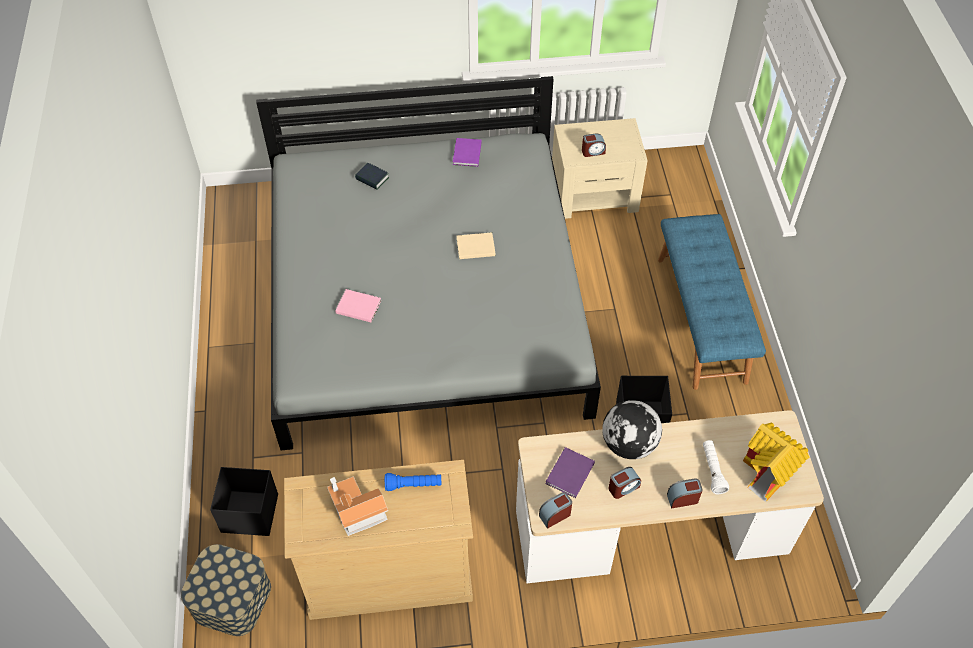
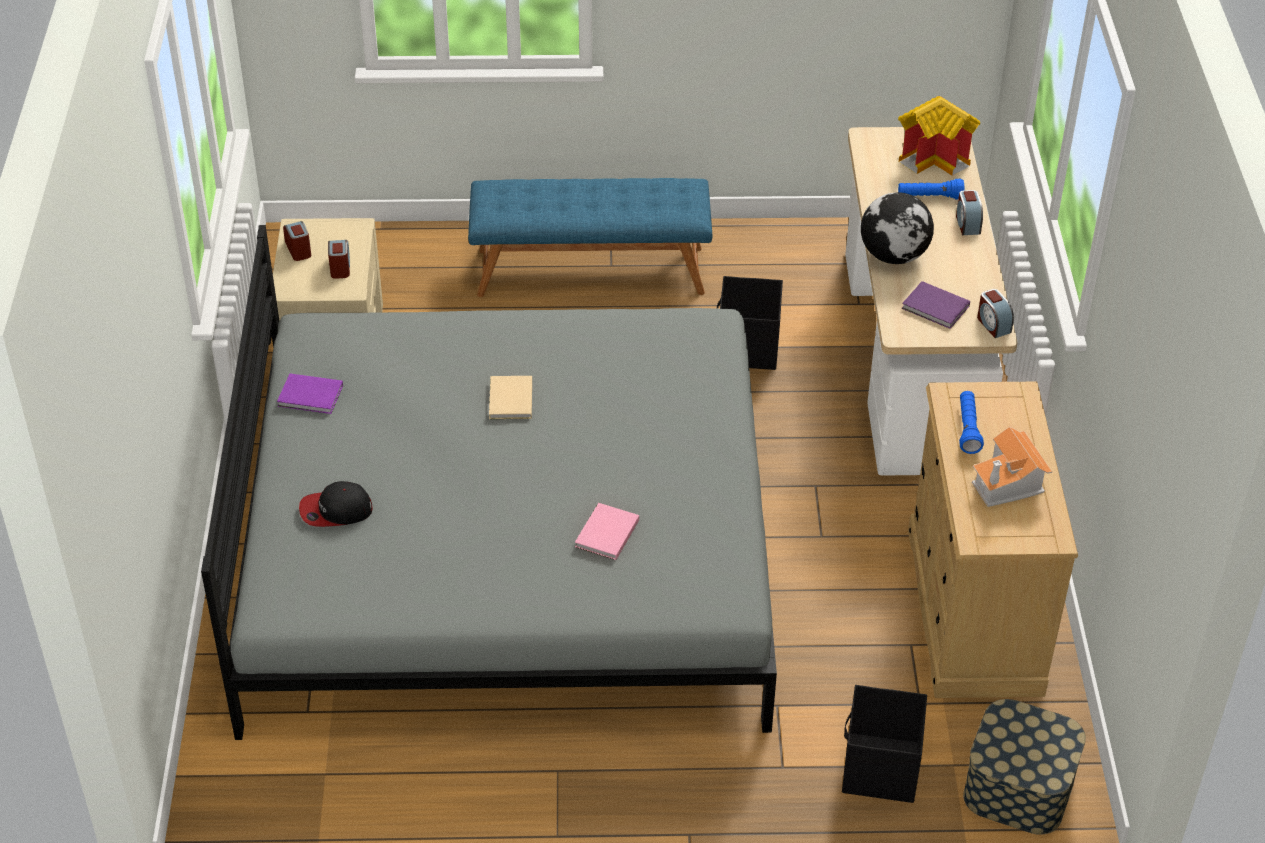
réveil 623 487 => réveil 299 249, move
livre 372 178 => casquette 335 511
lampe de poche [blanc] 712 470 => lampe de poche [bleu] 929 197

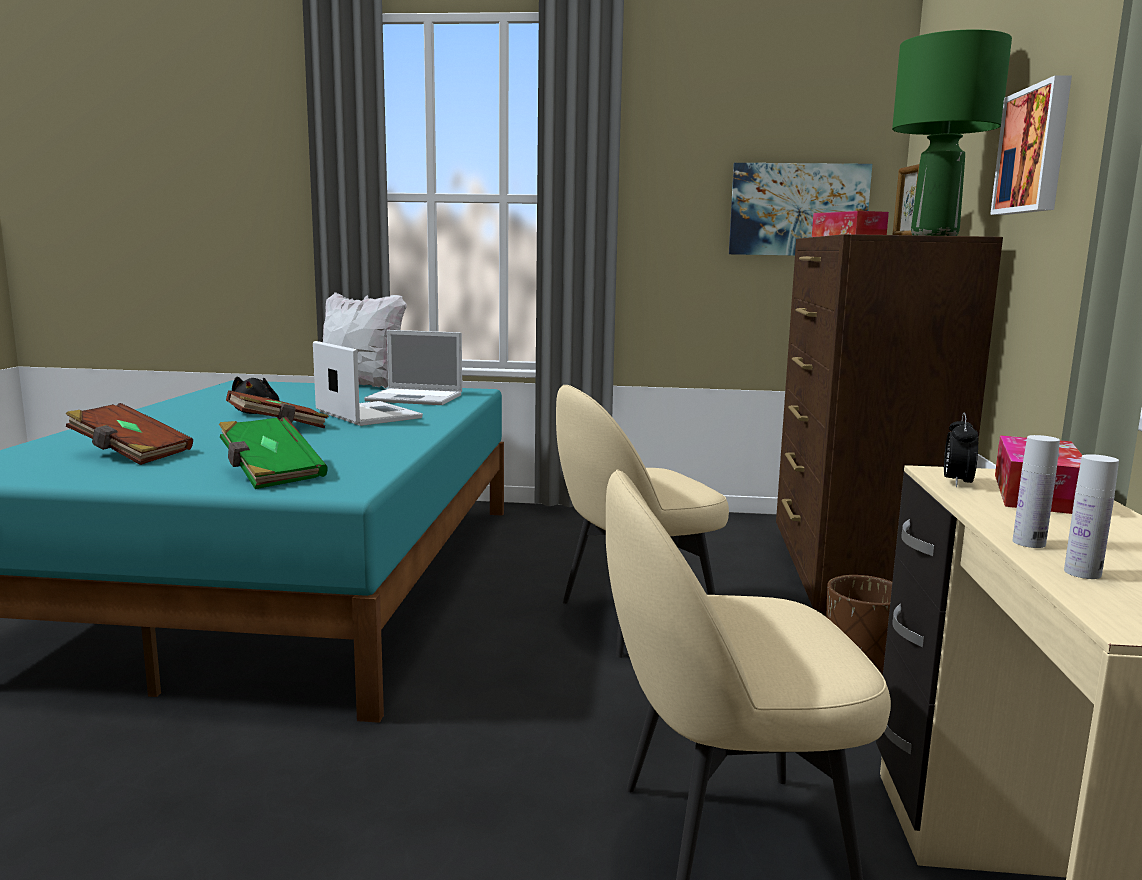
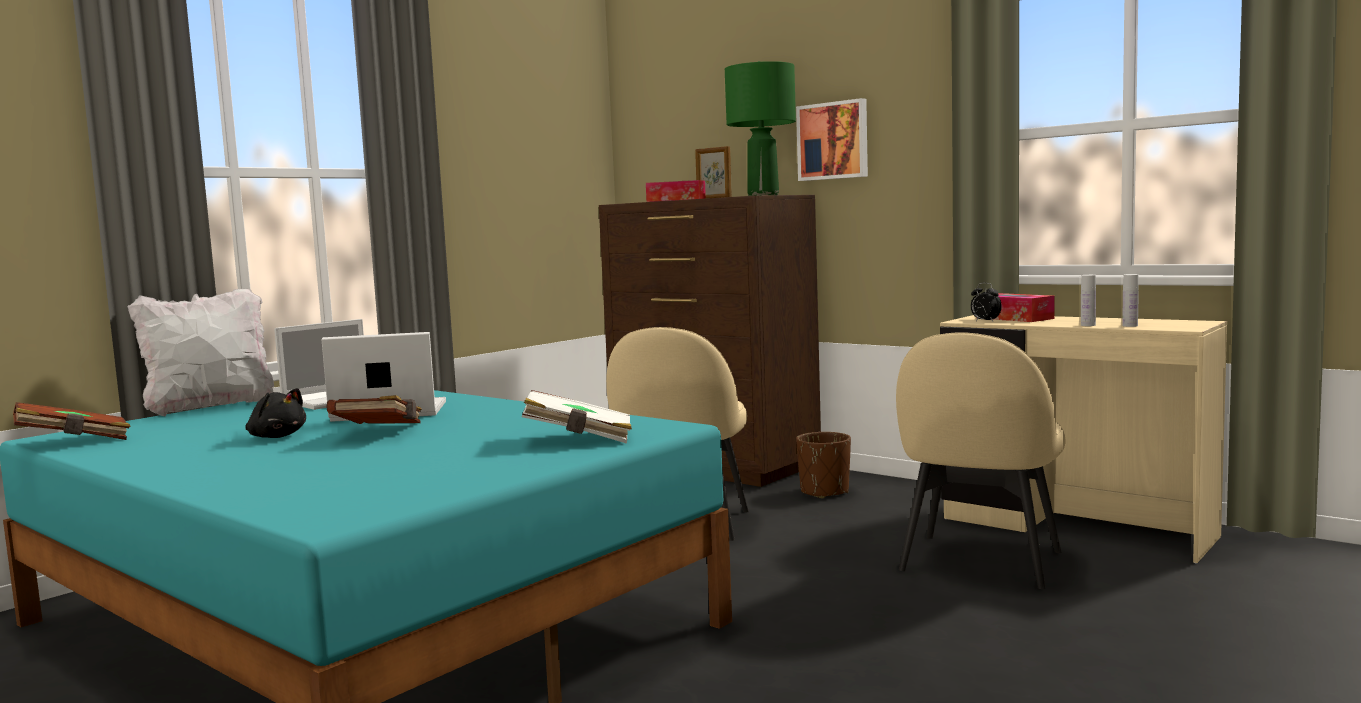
tableau 798 210 => nothing
livre [marron] 130 454 => livre [marron] 74 442, move
livre [vert] 270 473 => livre [blanc] 579 439

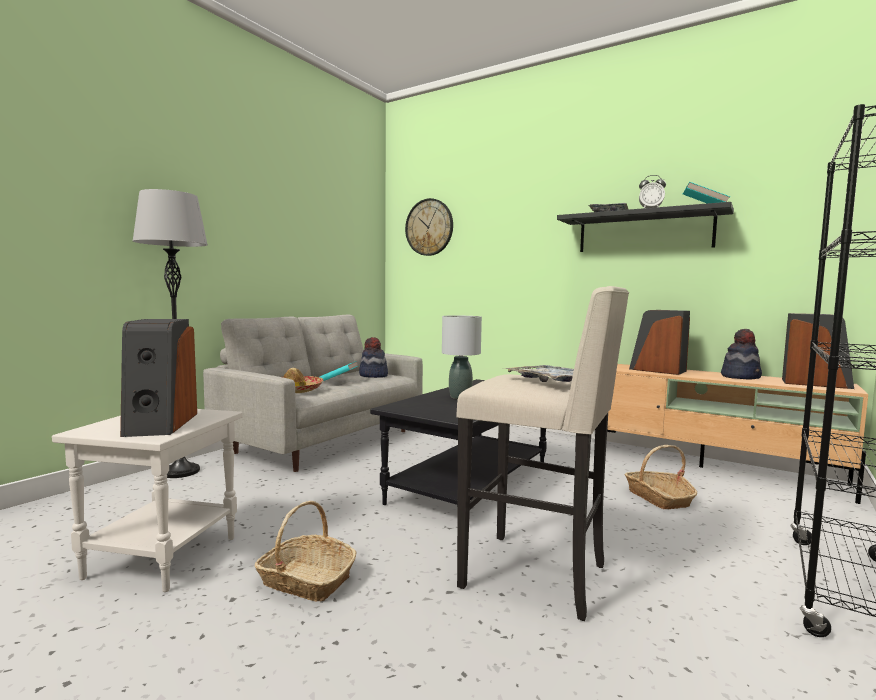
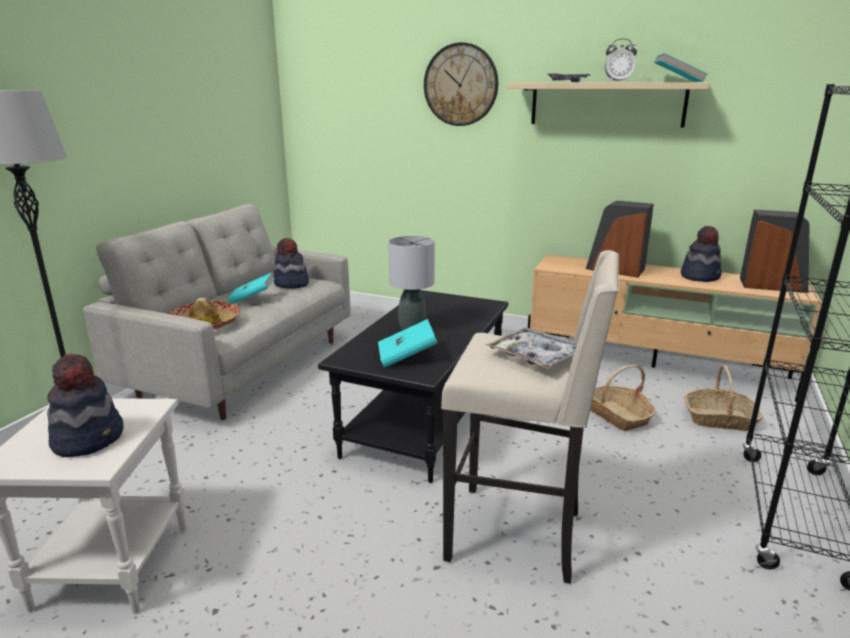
nothing => livre [turquoise] 407 357
panier 306 580 => panier 719 419, move
horloge murale 429 227 => horloge murale 461 85, move
enceinte 160 424 => chapeau 89 438
étagère [noir] 644 232 => étagère [beige] 606 104

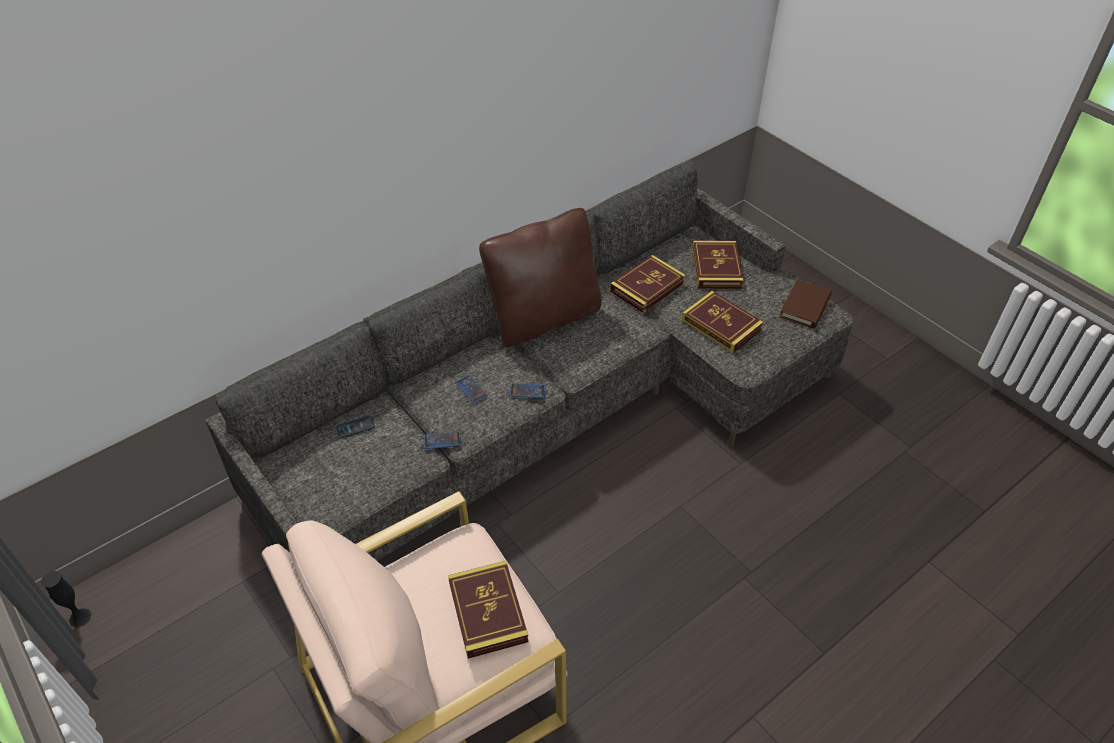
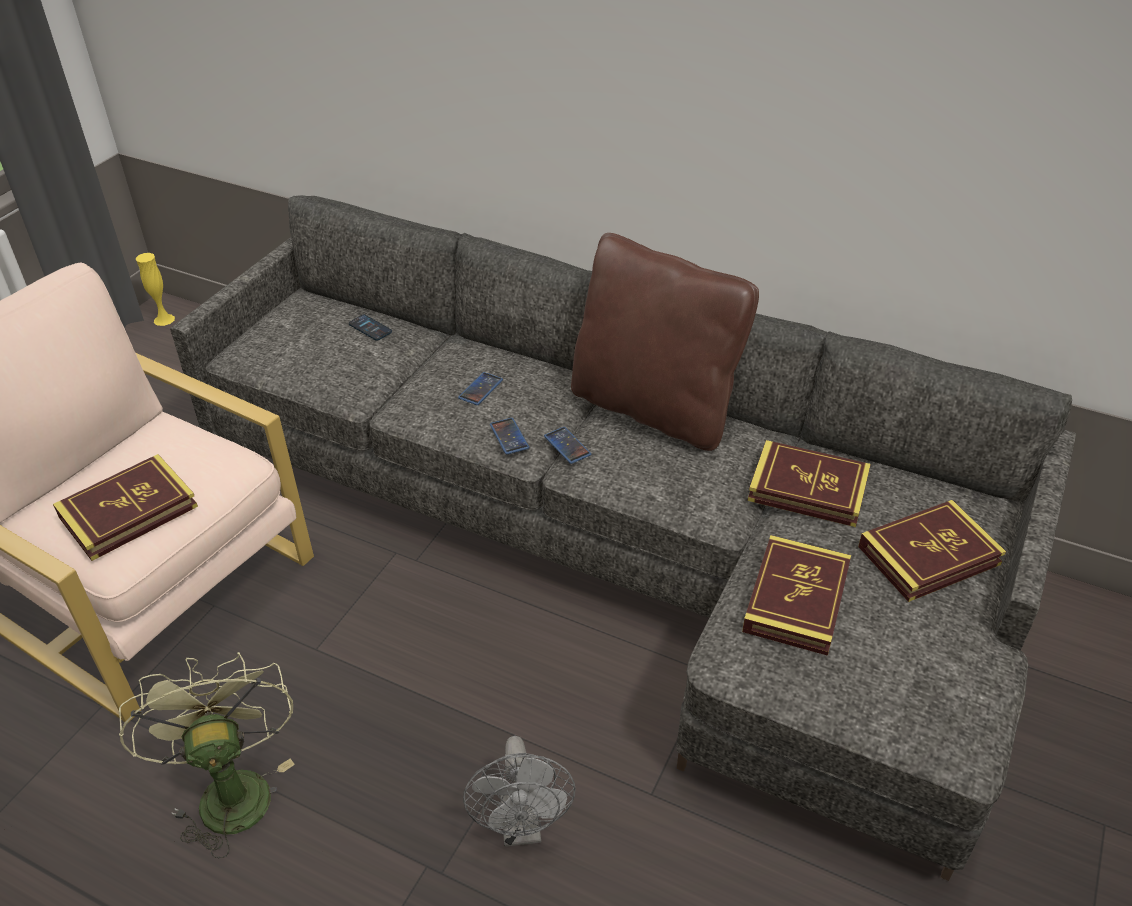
livre [marron] 805 307 => nothing
nothing => ventilateur [vert] 230 789
nothing => ventilateur [gris] 522 827
téléphone 442 440 => téléphone 567 446, move
vase [noir] 80 617 => vase [jaune] 164 319

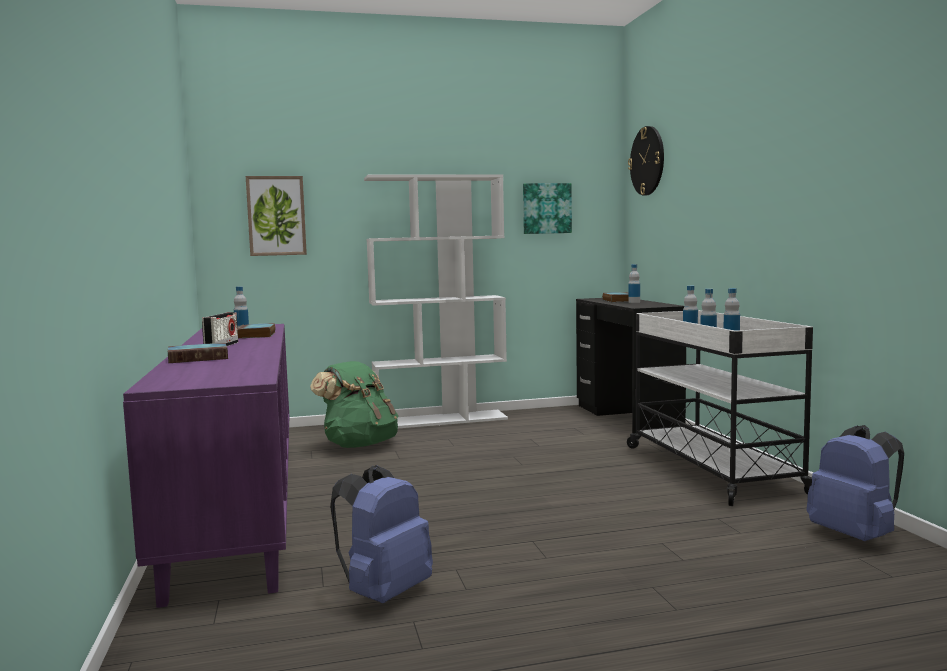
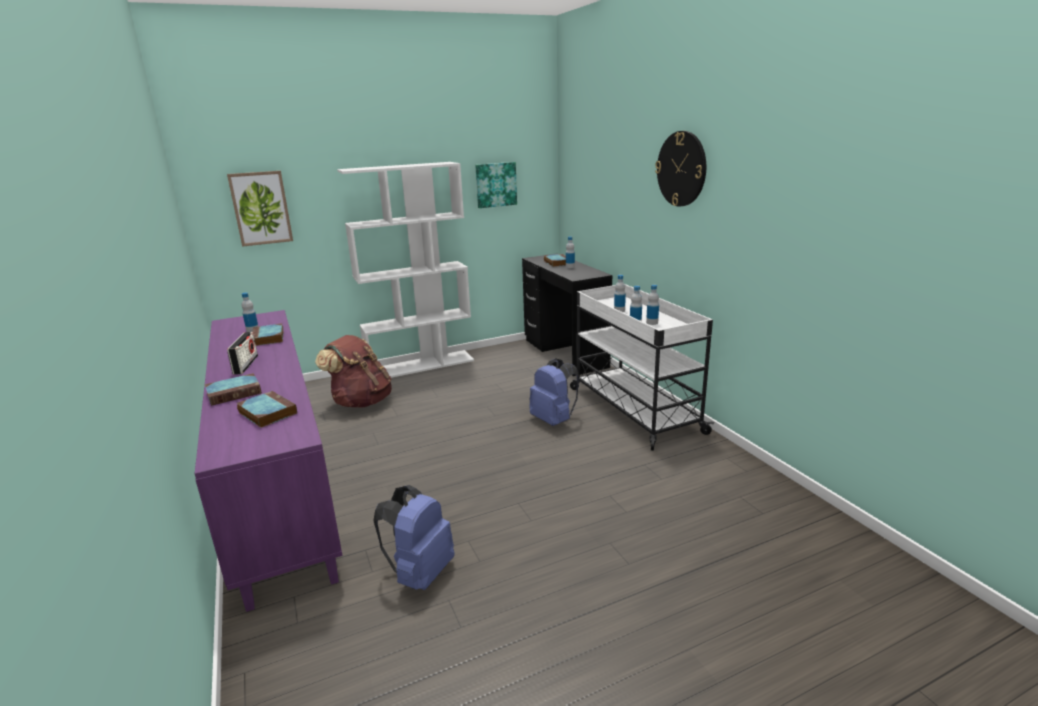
nothing => livre 266 413
horloge murale 647 161 => horloge murale 681 169, move
sac à dos [bleu] 855 536 => sac à dos [bleu] 554 420, move
sac à dos [vert] 359 445 => sac à dos [marron] 361 402

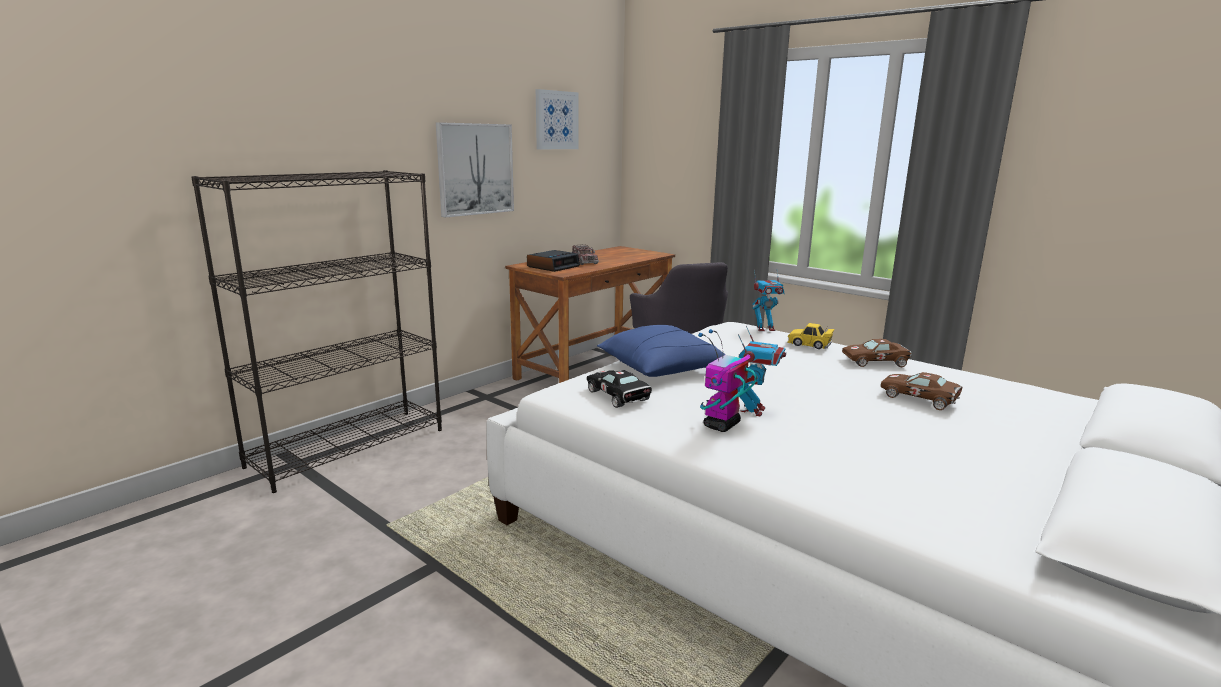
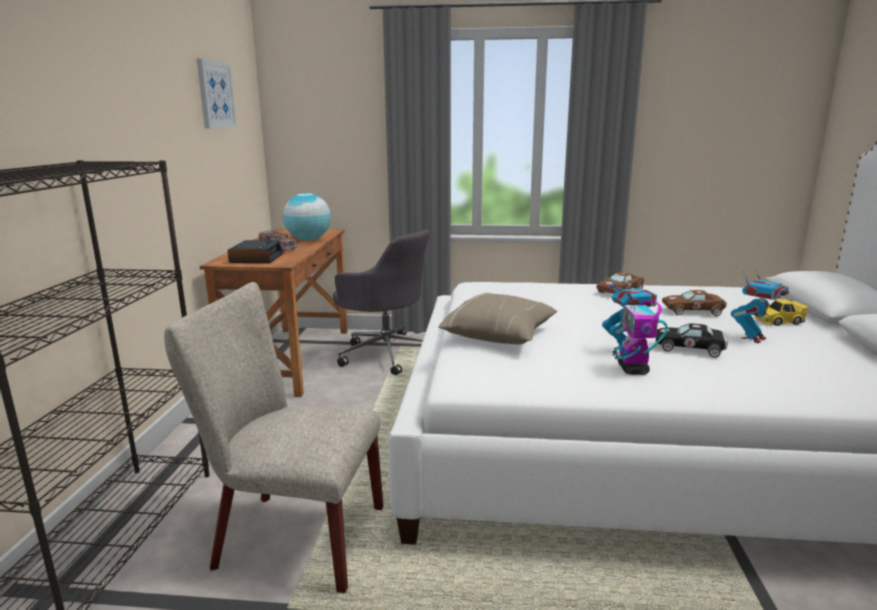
tableau 475 169 => nothing
nothing => chaise [beige] 289 537
nothing => globe 308 240
petite voiture [noir] 619 397 => petite voiture [noir] 692 348, move
robot jouet 765 329 => robot jouet 753 338, move
petite voiture [jaune] 809 344 => petite voiture [jaune] 779 321, move
coussin [bleu] 661 368 => coussin [beige] 499 335

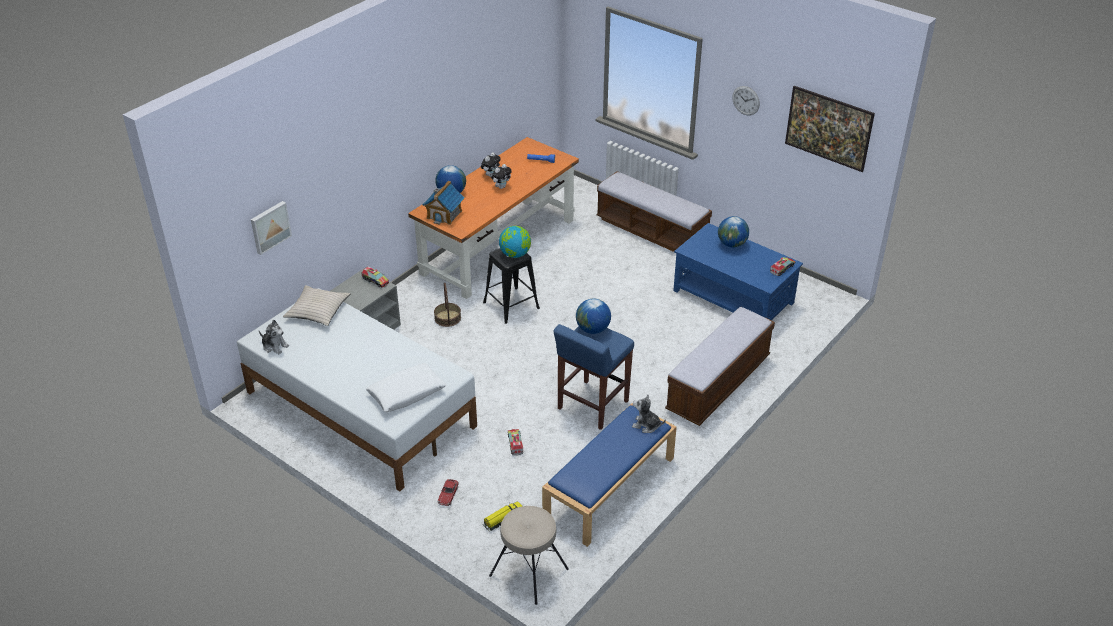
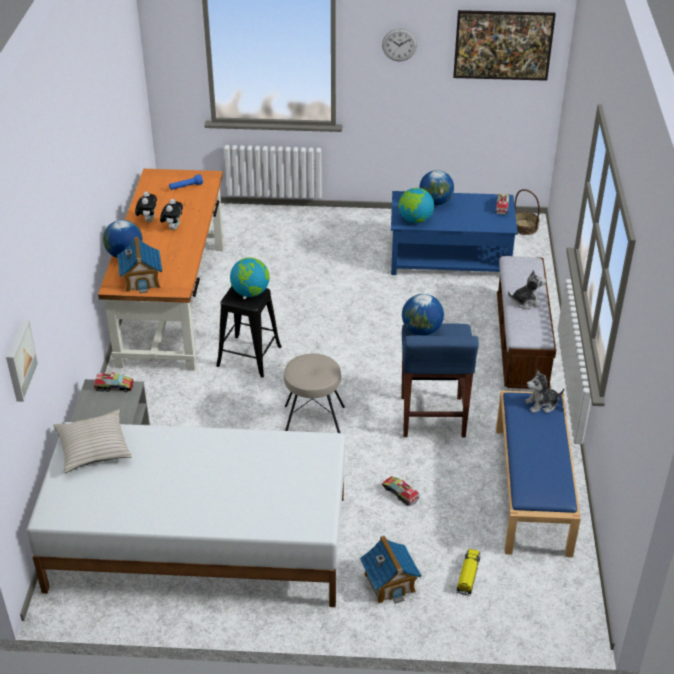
coussin [blanc] 406 393 => nothing
banc 651 232 => nothing
nothing => globe 415 220
peluche 275 346 => peluche 526 302, move
panier 447 318 => panier 524 227, move
tabouret [beige] 529 571 => tabouret [beige] 313 424, move
petite voiture 448 495 => maison miniature 389 582

